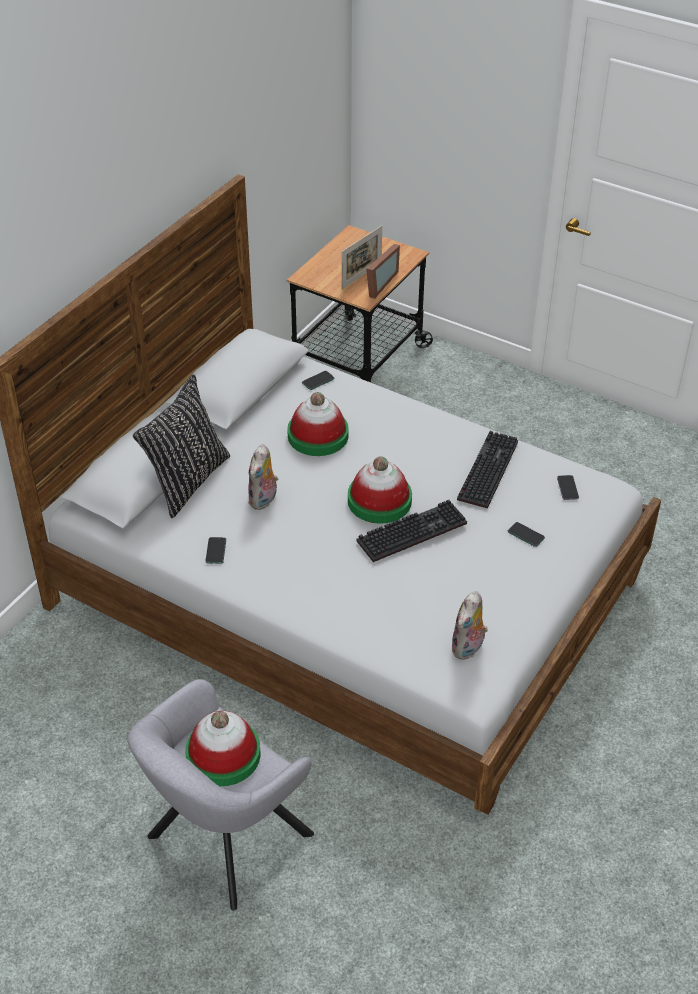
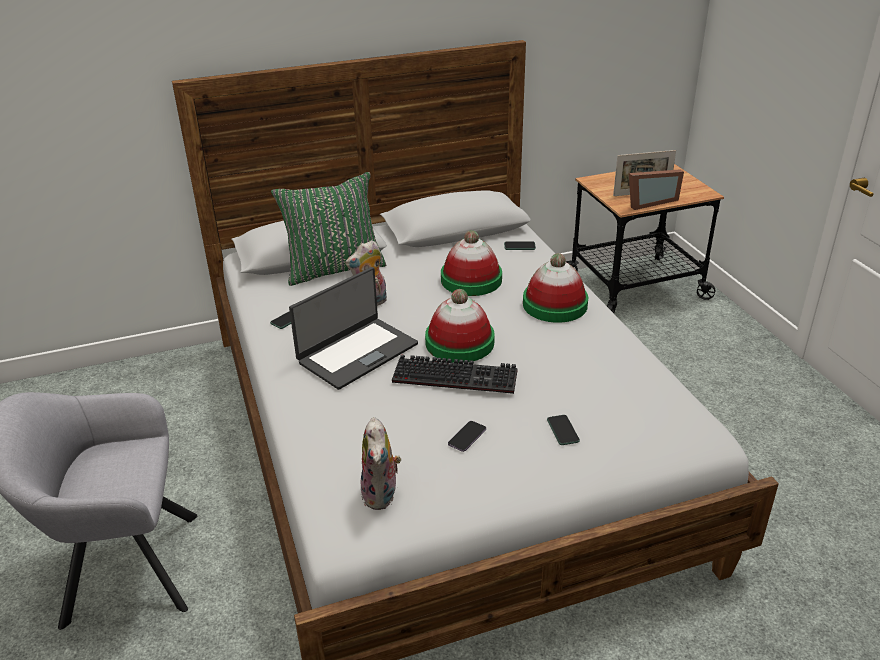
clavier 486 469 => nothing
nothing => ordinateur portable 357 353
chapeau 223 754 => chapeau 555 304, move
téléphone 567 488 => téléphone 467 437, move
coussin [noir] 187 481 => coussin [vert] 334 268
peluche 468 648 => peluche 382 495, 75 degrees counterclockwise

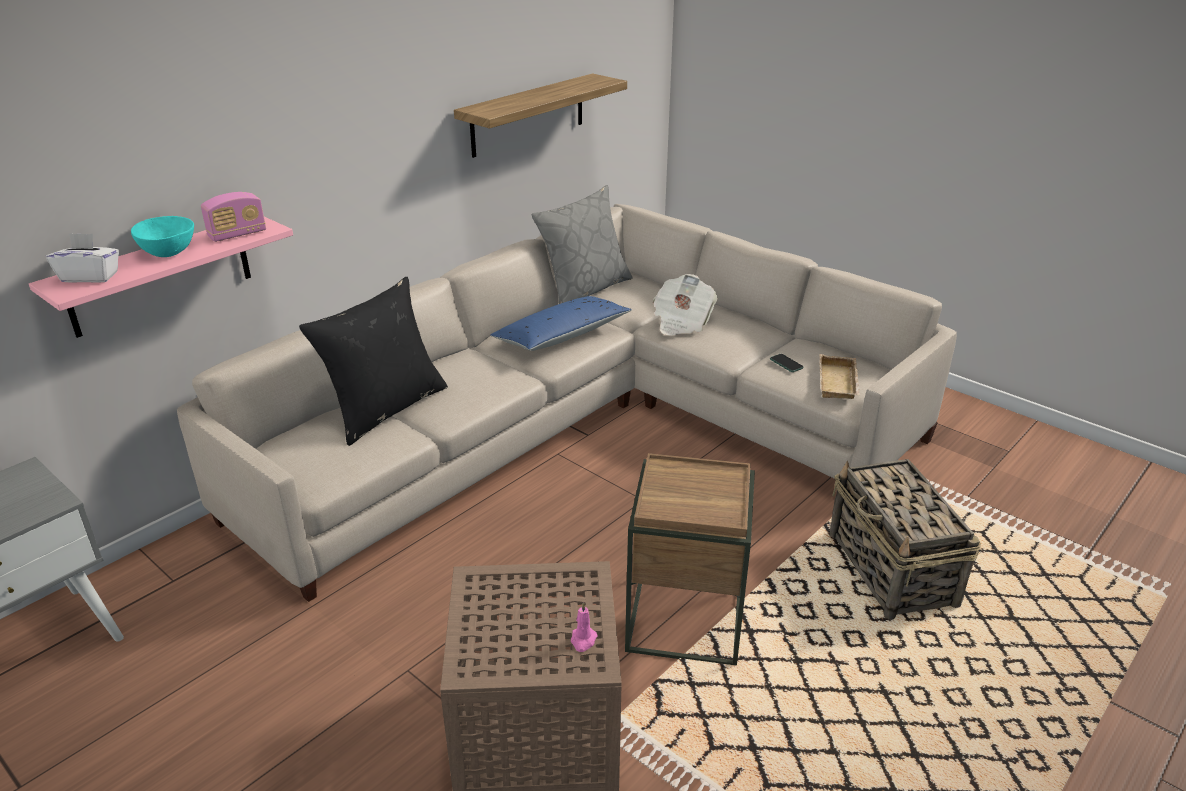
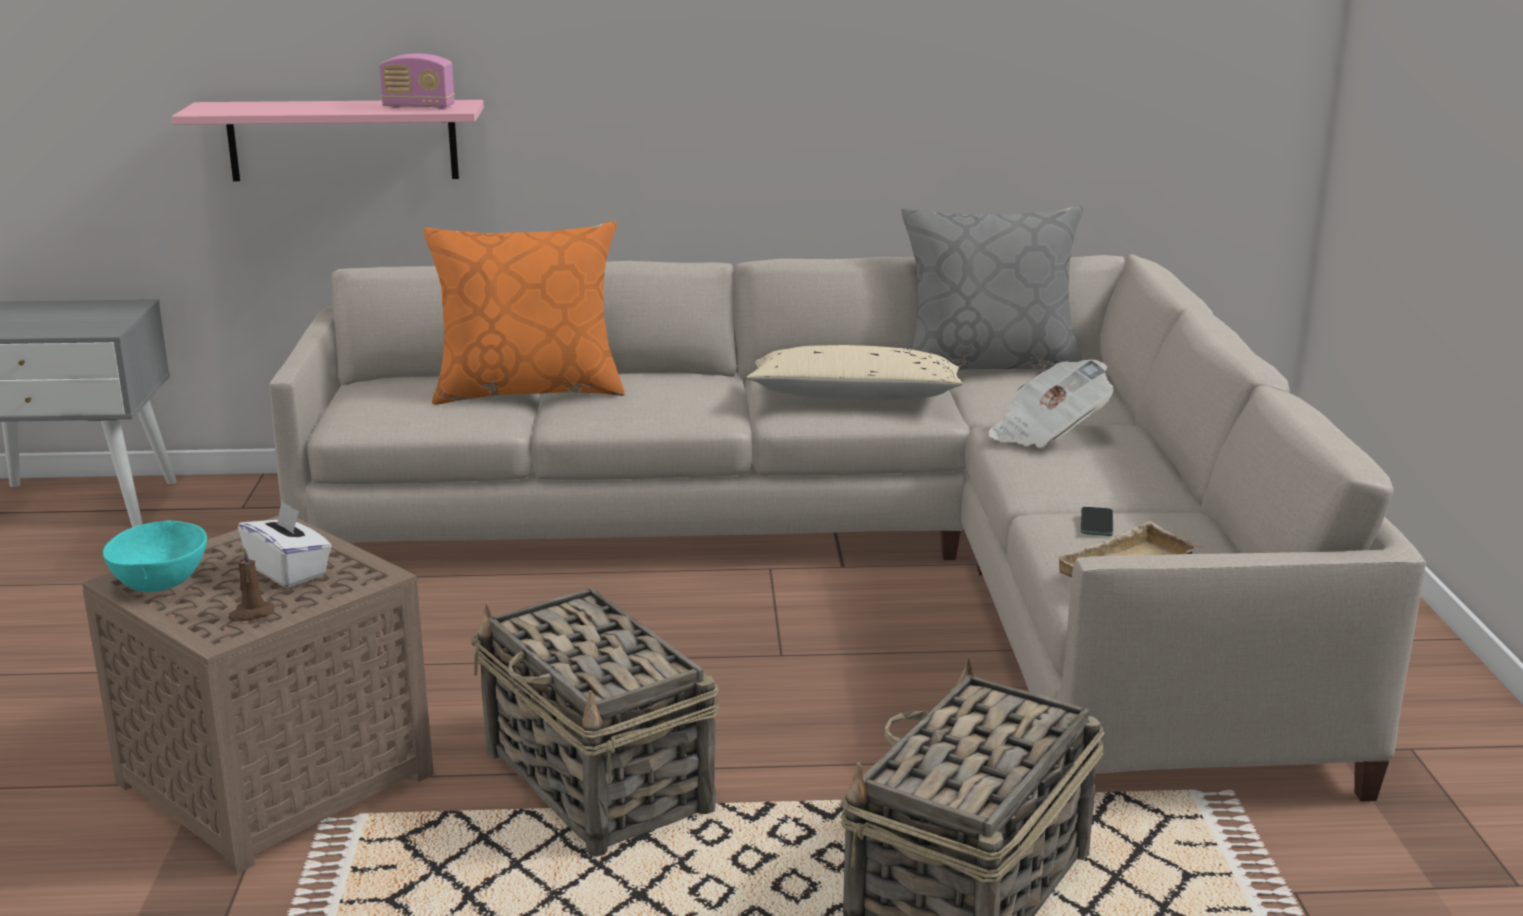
étagère 528 115 => nothing
boîte à mouchoirs [blanc] 90 277 => boîte à mouchoirs [blanc] 289 571, move
bol [turquoise] 168 252 => bol [turquoise] 162 582, move
table d'appoint [marron] 686 619 => panier 599 783
coussin [noir] 385 408 => coussin [orange] 529 390
coussin [bleu] 562 336 => coussin [beige] 855 397
bougie [rose] 583 640 => bougie [marron] 251 614

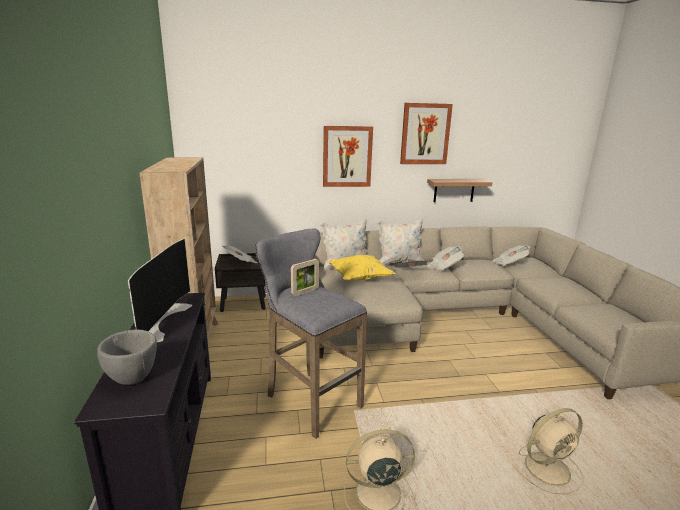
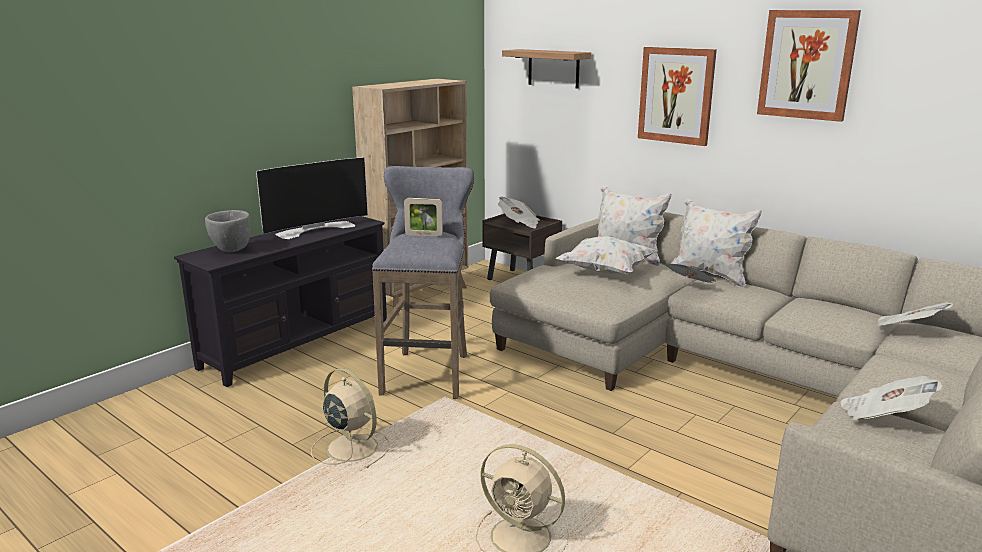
étagère 454 190 => étagère 553 68, move
journal 444 266 => journal 883 417, move
coussin [jaune] 359 278 => coussin [blanc] 605 272

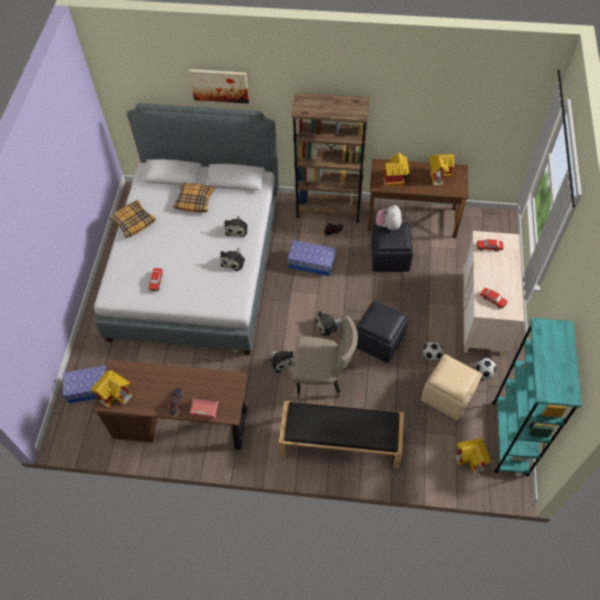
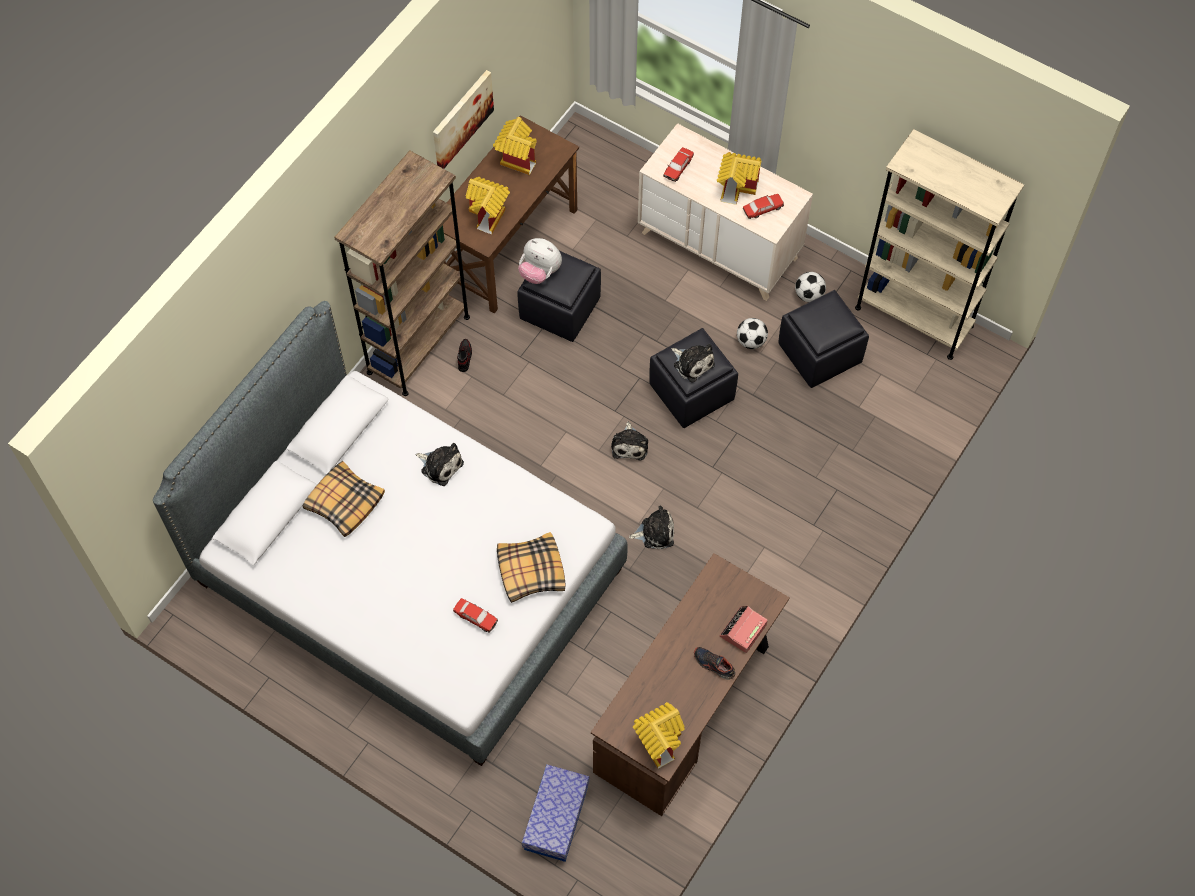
banc [noir] 340 442 => nothing
boîte de rangement 311 263 => nothing
chaise [beige] 323 379 => nothing
coussin 133 222 => coussin 530 571, move
tableau 219 85 => tableau 461 119, move
peluche 234 261 => peluche 692 363, move
maison miniature 471 460 => maison miniature 737 187, move
pouf [beige] 448 395 => pouf [noir] 819 352
bibliothèque [turquoise] 510 437 => bibliothèque [beige] 914 316

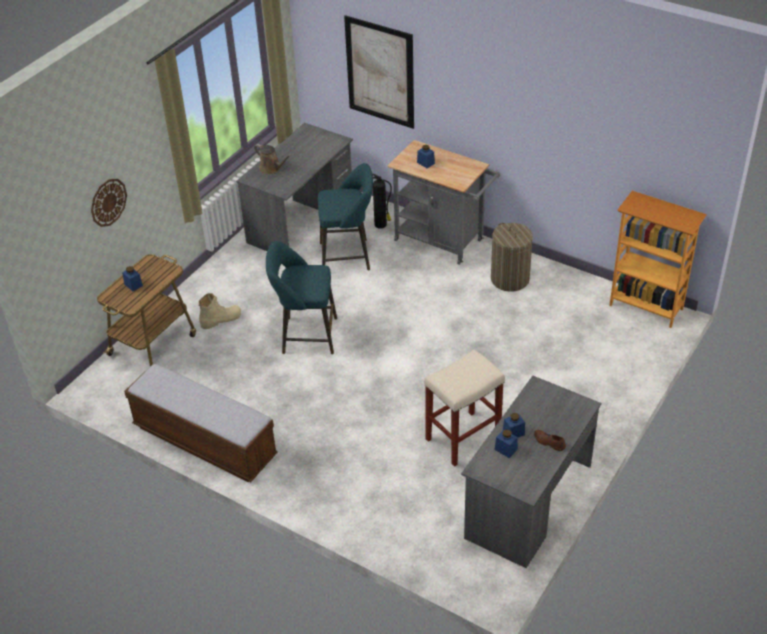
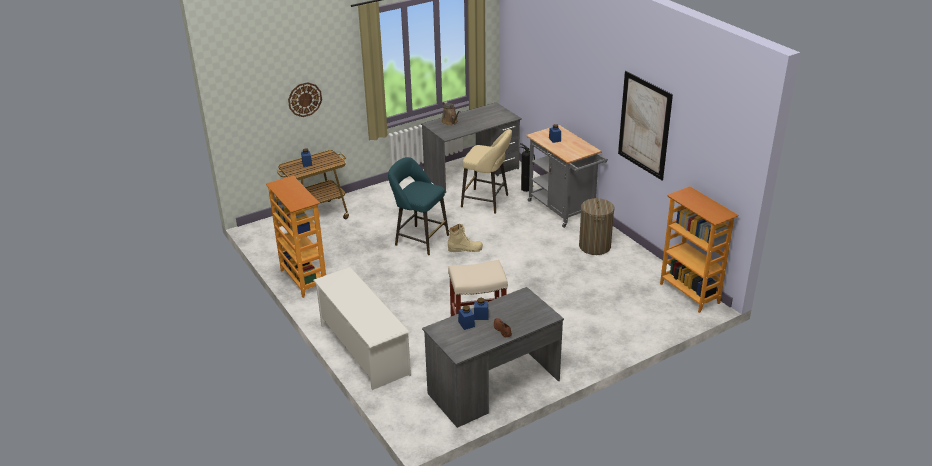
nothing => étagère à chaussures [blanc] 363 349
botte [beige] 220 320 => botte [beige] 465 249, move
tableau 380 72 => tableau 644 125, move
banc 204 441 => bibliothèque 303 279
tabouret [turquoise] 348 256 => tabouret [beige] 487 201

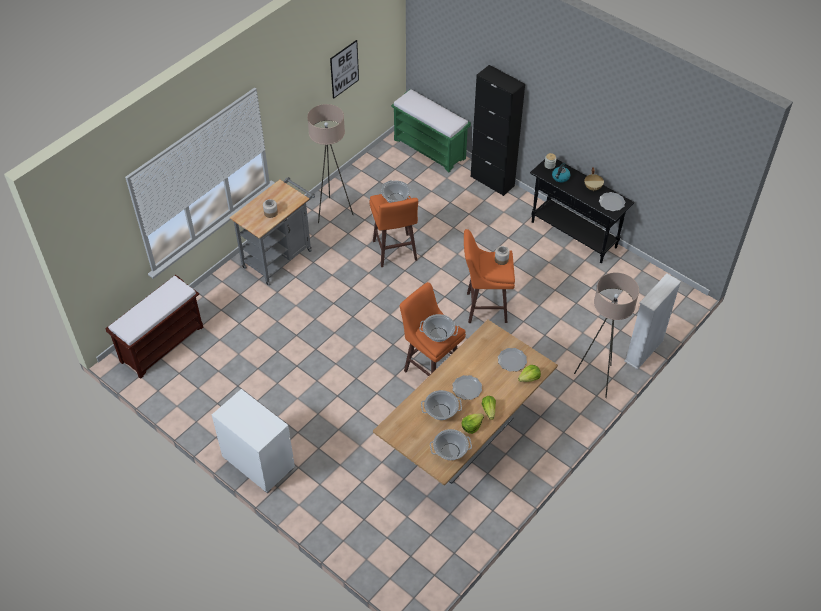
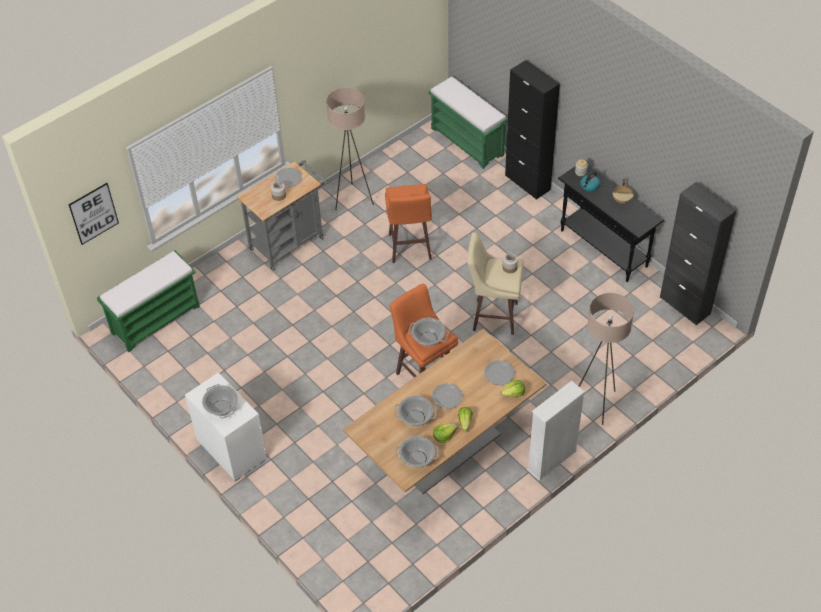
nothing => meuble de rangement [noir] 685 305
tableau 344 69 => tableau 93 213, move
marmite 396 199 => marmite 222 408, move
assiette 611 202 => assiette 288 178, move
bibliothèque [blanc] 644 351 => bibliothèque [blanc] 551 460, move
banc [marron] 162 343 => banc [vert] 156 319
tabouret [orange] 485 307 => tabouret [beige] 493 316

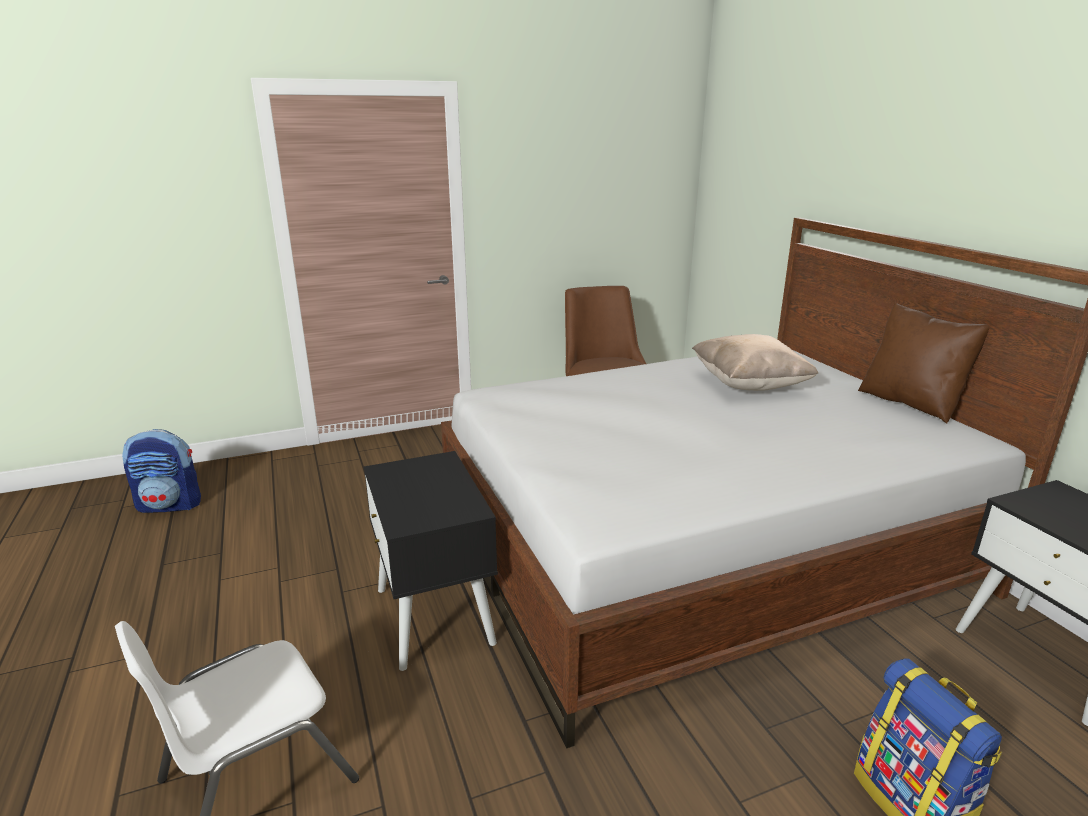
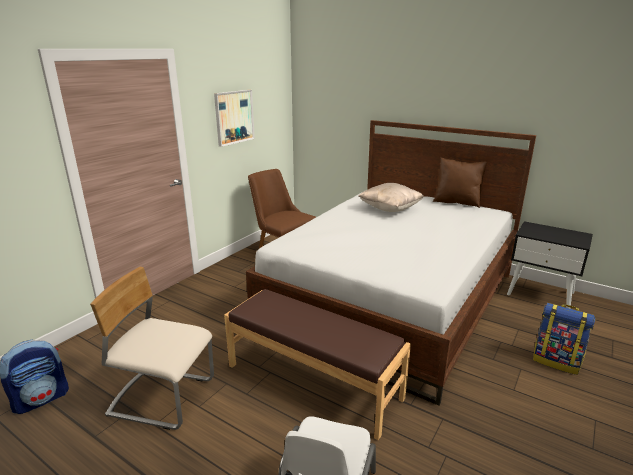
nothing => chaise [beige] 163 397
nothing => tableau 234 117
table de chevet [noir] 435 615 => banc [marron] 313 381

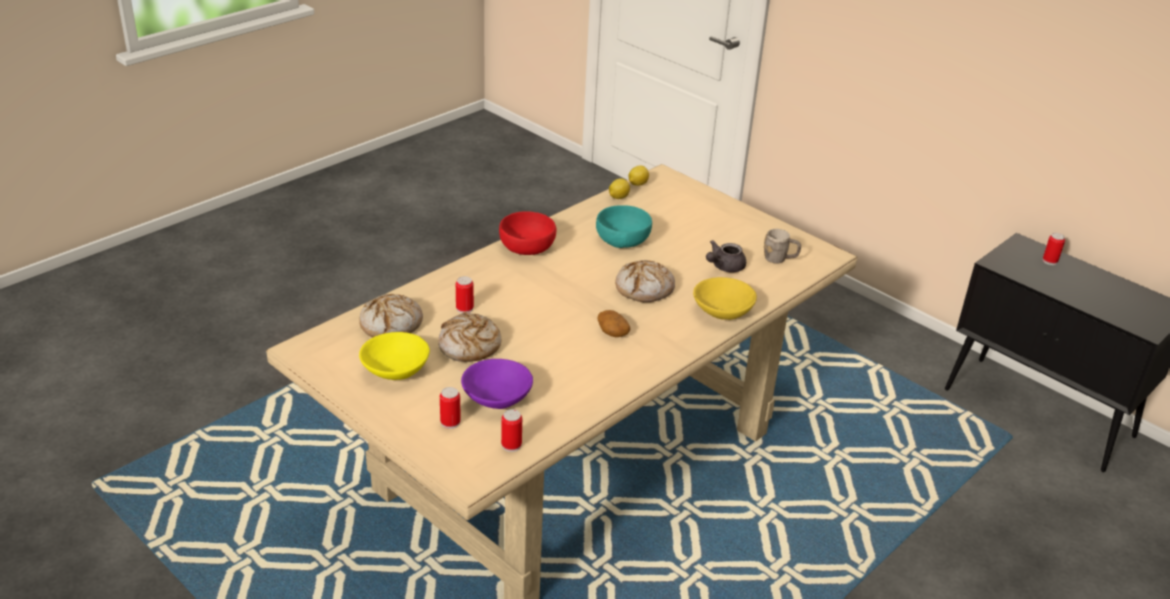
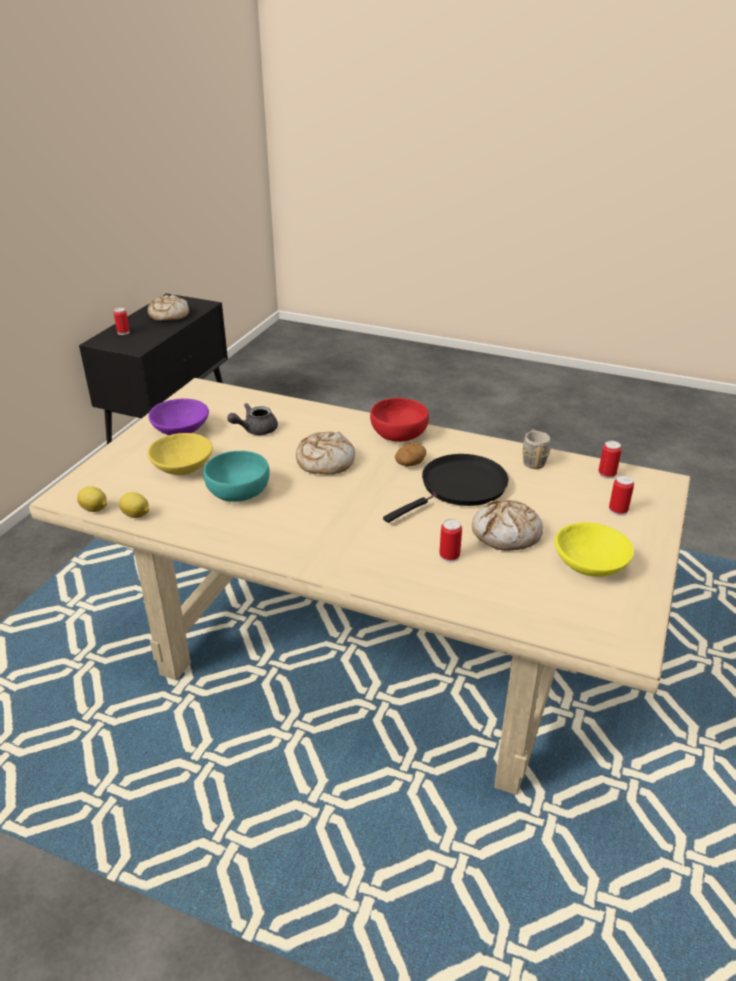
nothing => poêle [noir] 459 488
pain 391 324 => pain 168 315, move
bol [violet] 497 399 => bol [violet] 181 430, move
bol [rouge] 526 247 => bol [rouge] 398 434, move
bol [jaune] 722 312 => bol [jaune] 183 468, move
mug [gris] 779 259 => mug [gris] 533 460, move
théière [gris] 724 267 => théière [gris] 255 430, 120 degrees clockwise

